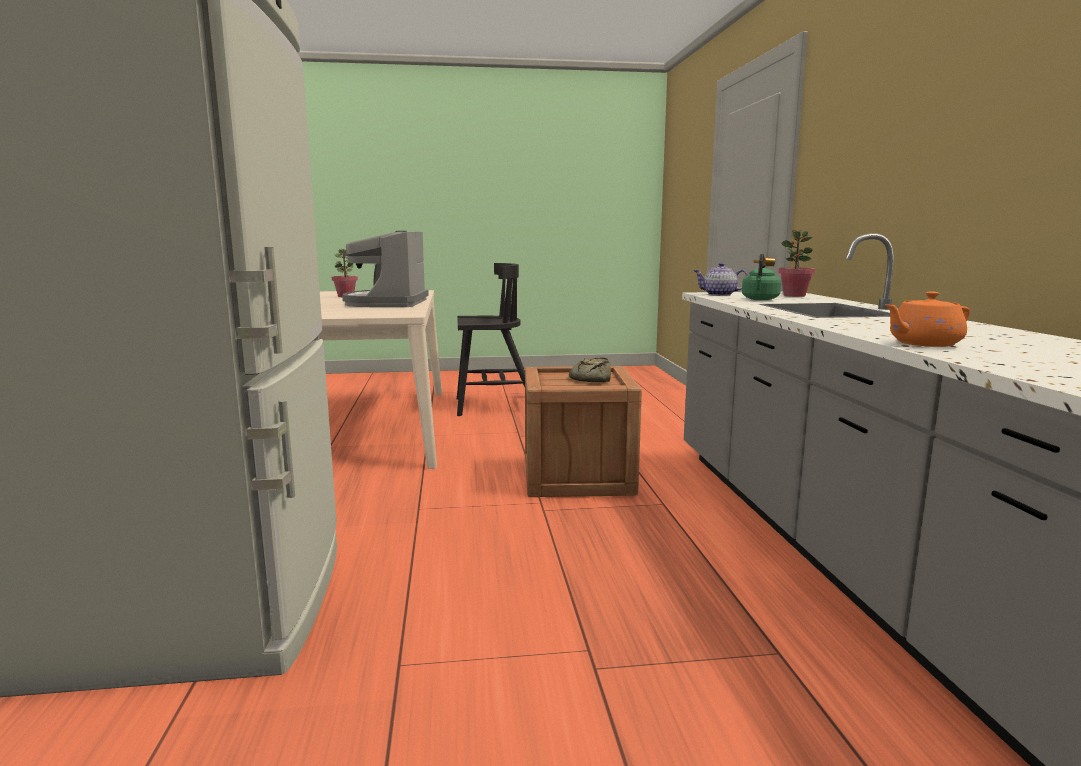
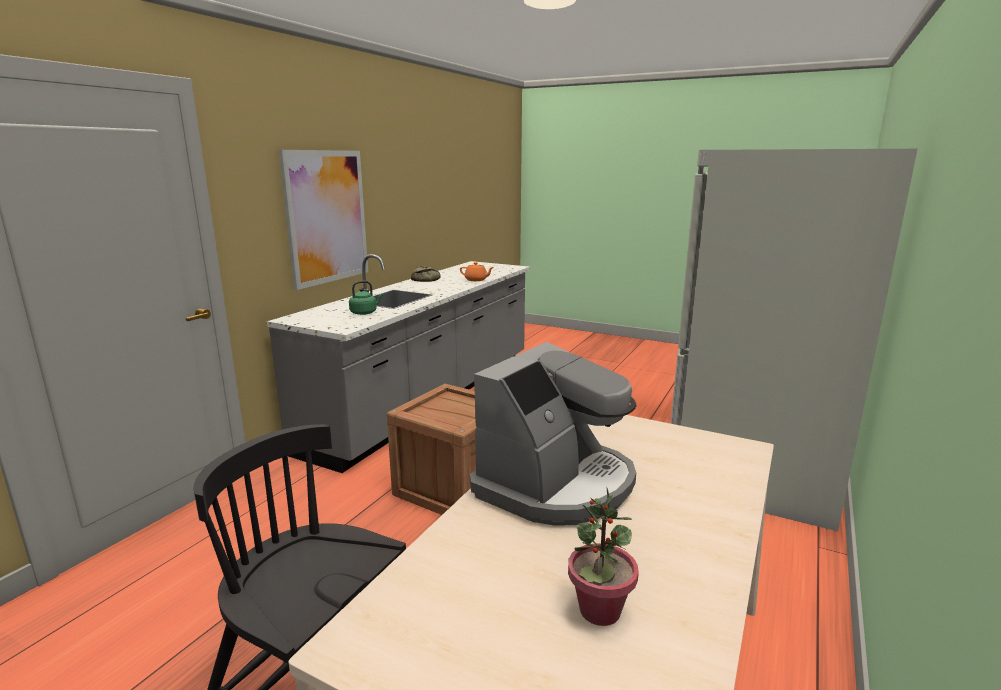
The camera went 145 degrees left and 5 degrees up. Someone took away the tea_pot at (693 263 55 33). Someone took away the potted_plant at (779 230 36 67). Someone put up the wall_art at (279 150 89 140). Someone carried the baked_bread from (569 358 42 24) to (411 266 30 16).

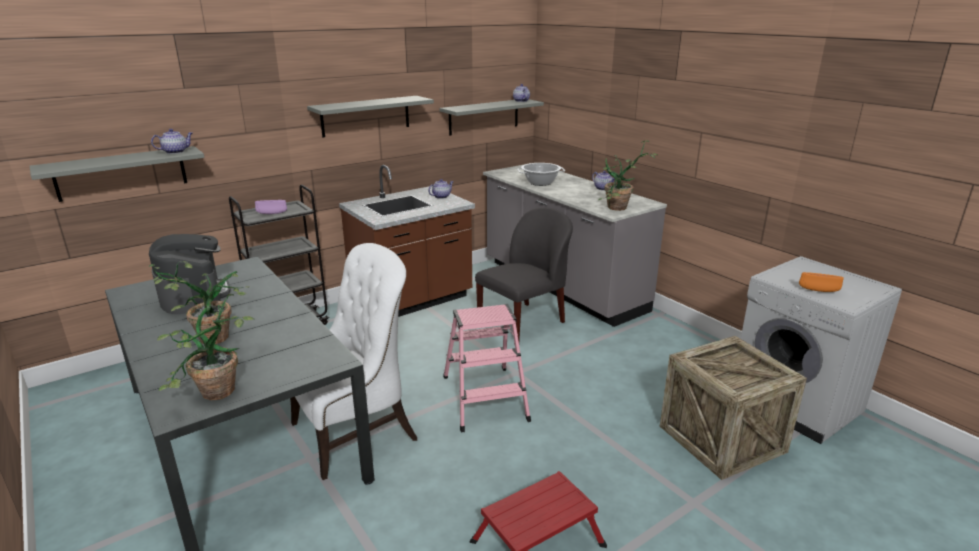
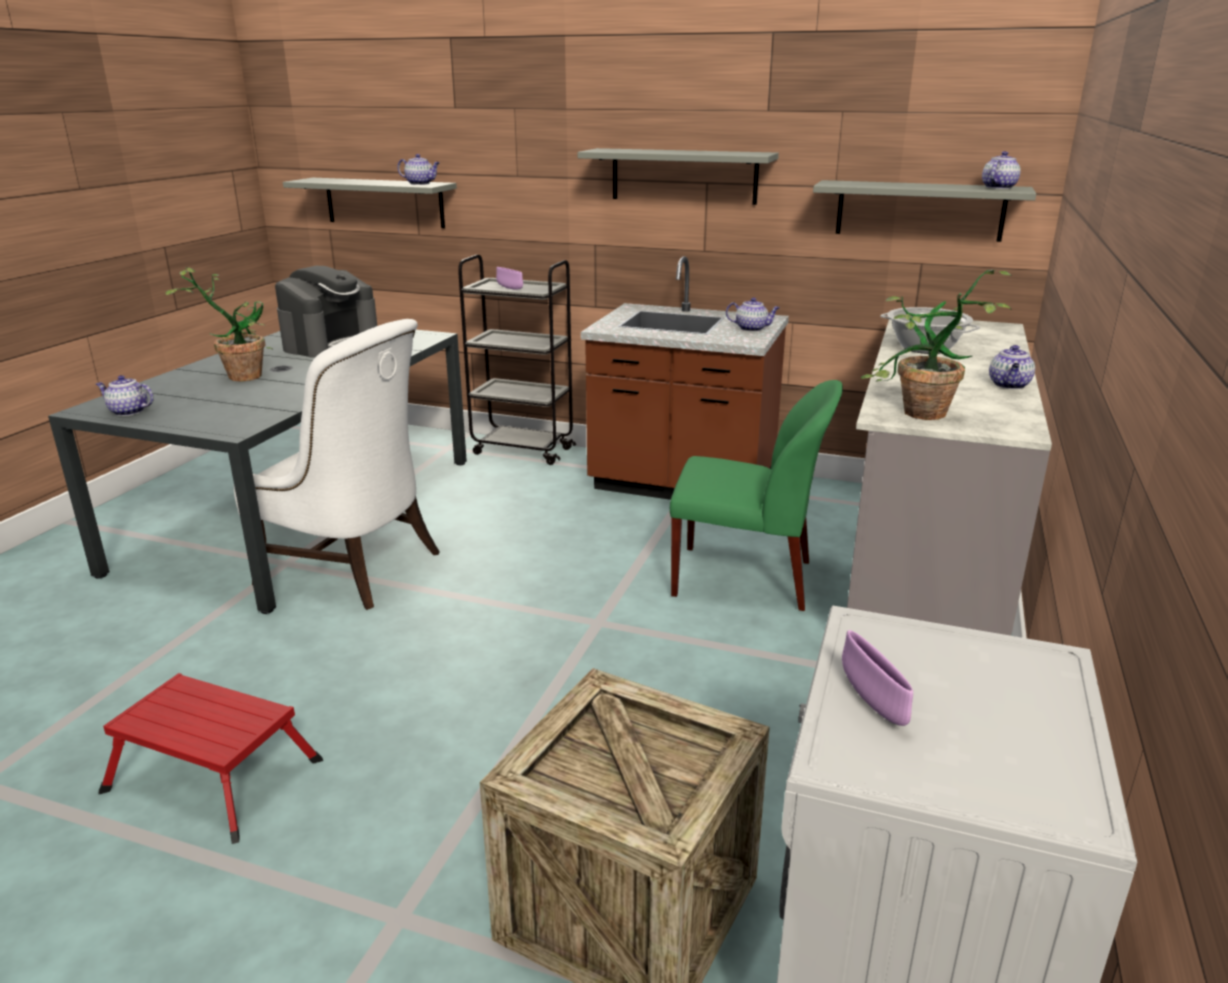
The camera went 55 degrees right and 0 degrees up. Someone took away the pink-coloured_step_ladder at (443 304 88 128). Someone swapped the potted_plant at (157 292 98 108) for the tea_pot at (96 375 58 41). Someone repainted the grey_upright_chair at (475 207 98 137), which became the green_upright_chair at (670 380 173 231). Someone repainted the orangey_bowl at (799 272 45 20), which became the purple_bowl at (842 630 71 96).

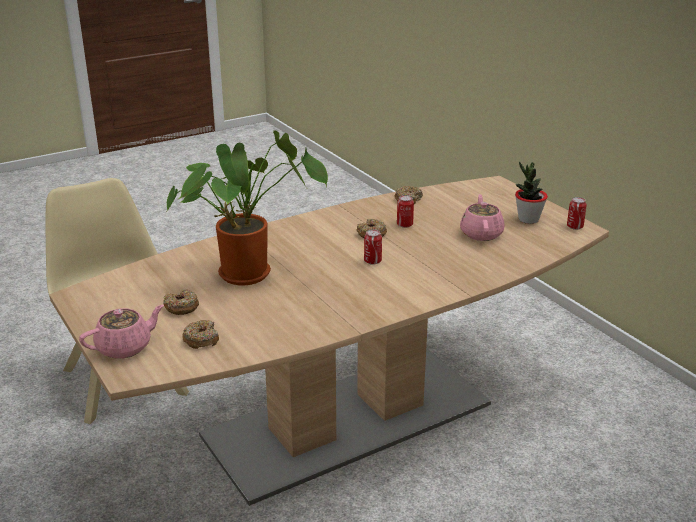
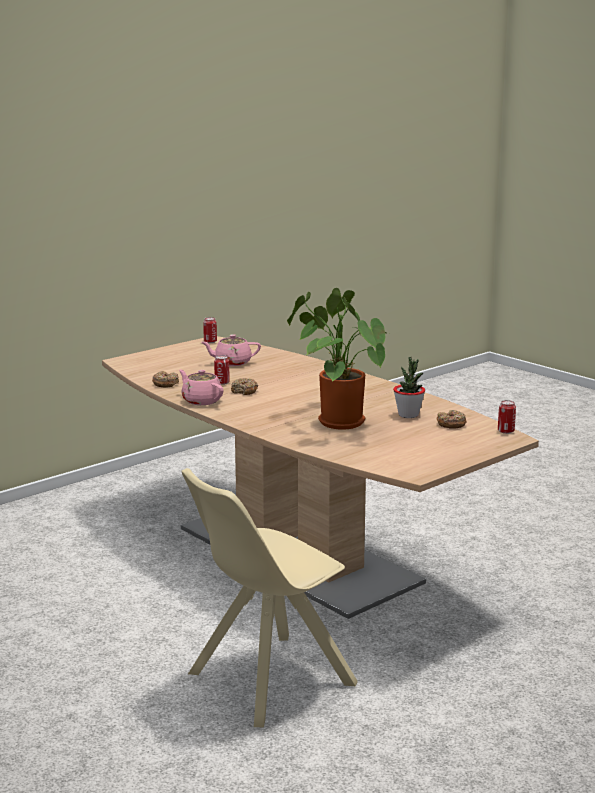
The camera went 100 degrees left and 10 degrees down. Someone took away the ring_doughnut at (163 289 36 26). Someone carried the pink-coloured_tea_pot from (79 305 85 54) to (179 369 45 36). Someone carried the metal_can from (364 229 18 36) to (498 400 18 34). Someone carried the potted_plant from (515 162 33 62) to (393 357 32 61).

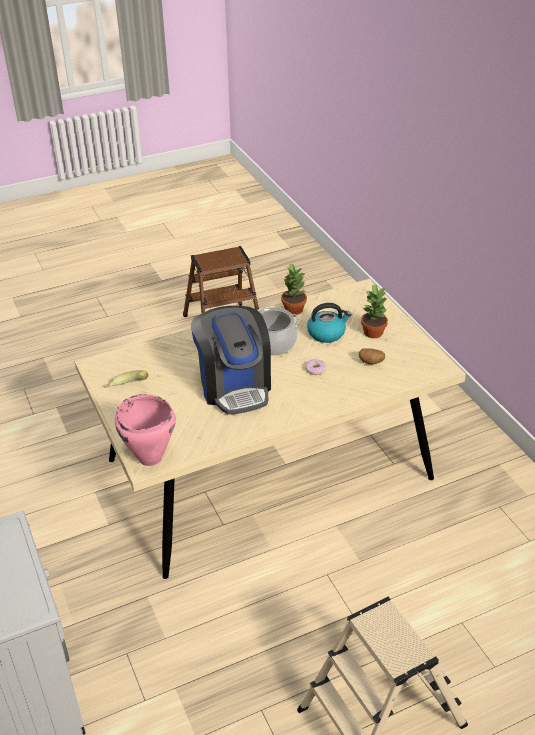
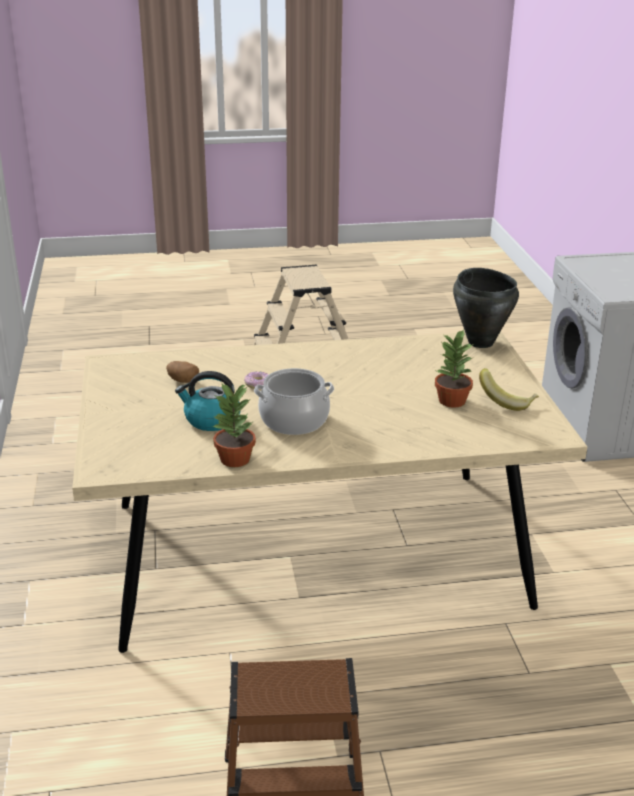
The camera went 165 degrees left and 10 degrees down. Someone took away the coffee_machine at (191 306 80 109). Someone carried the potted_plant from (361 283 27 55) to (435 329 38 79). Someone repainted the pink-coloured_cooking_pot at (115 394 61 72), which became the black_cooking_pot at (453 268 66 80).

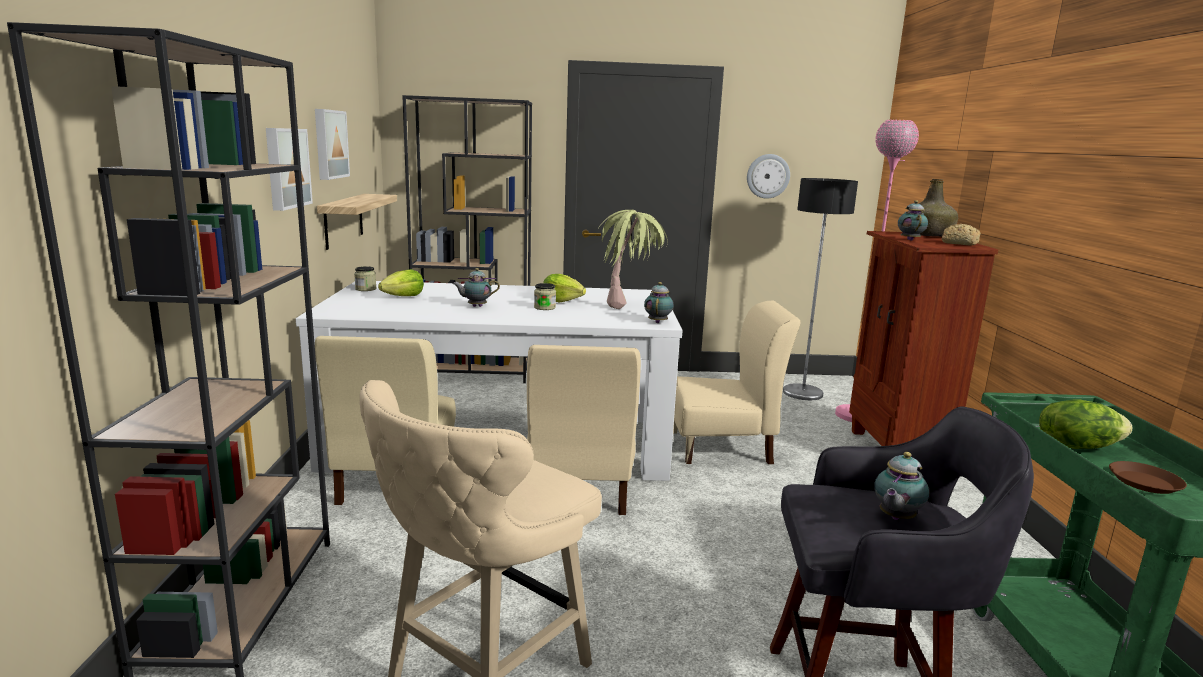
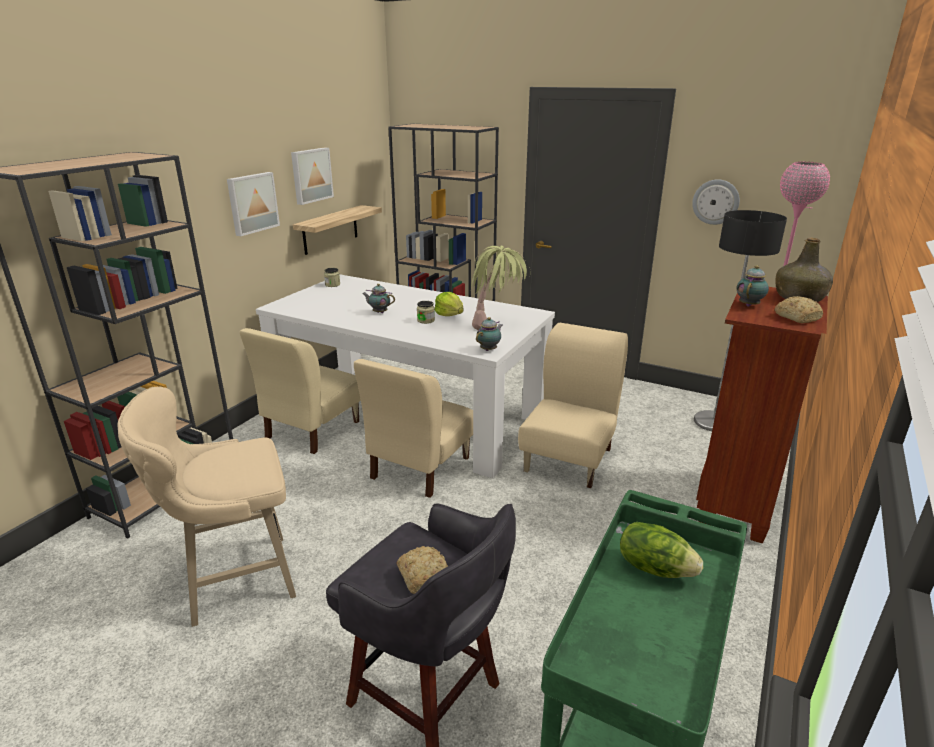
The camera went 30 degrees right and 10 degrees up. Someone took away the lettuce at (378 269 46 27). Someone took away the brown-coloured_plate at (1109 461 78 33). Someone swapped the tea_pot at (874 452 55 68) for the baked_bread at (397 546 51 48). Someone rotated the sand-coloured_upright_chair at (673 301 128 163) by 90 degrees counterclockwise.

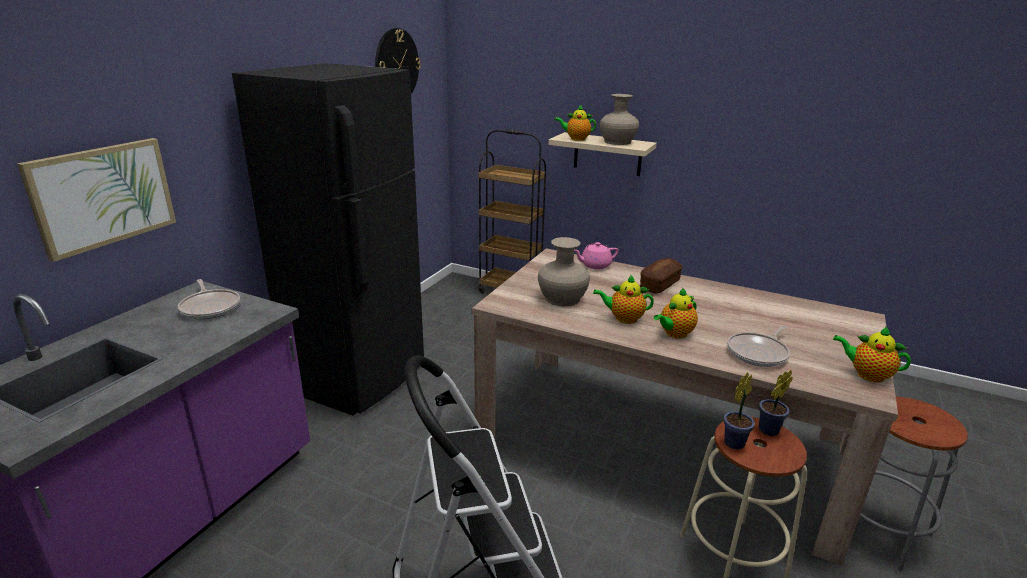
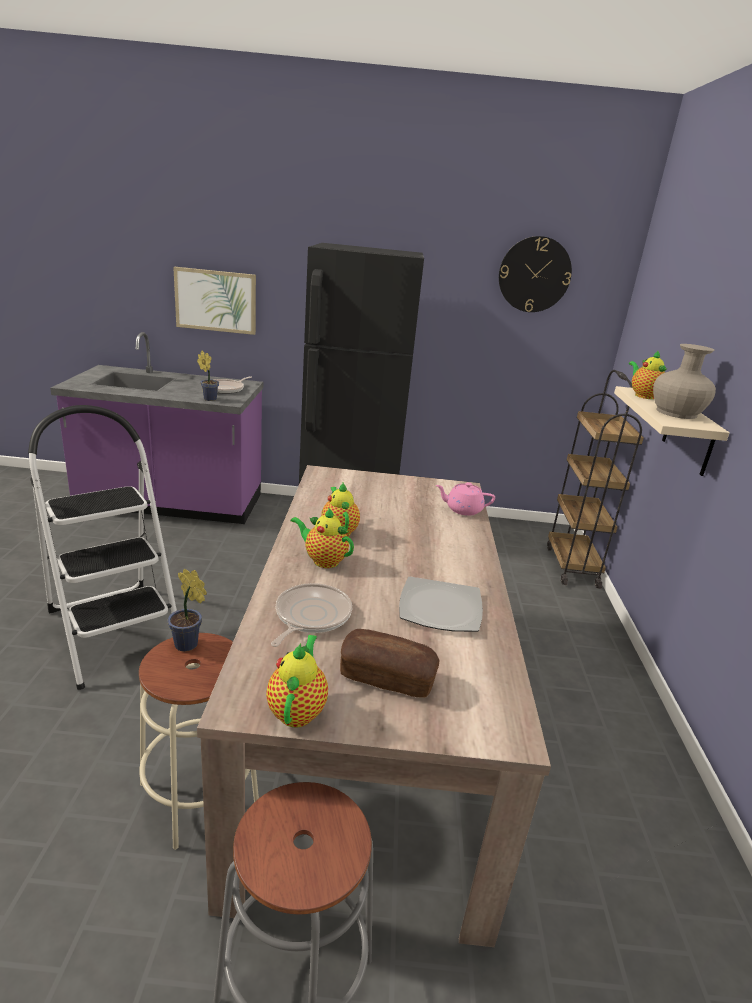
The camera went 65 degrees right and 0 degrees up. Someone took away the sand-coloured_vase at (538 237 52 69). Someone put down the plate at (399 577 84 55). Someone carried the baked_bread from (640 258 42 36) to (340 629 99 69). Someone carried the potted_plant from (759 370 34 66) to (197 350 22 51). Someone rotated the pink-coloured_tea_pot at (574 242 45 27) by 45 degrees counterclockwise. Someone rotated the frying_pan at (727 325 63 42) by 90 degrees clockwise.

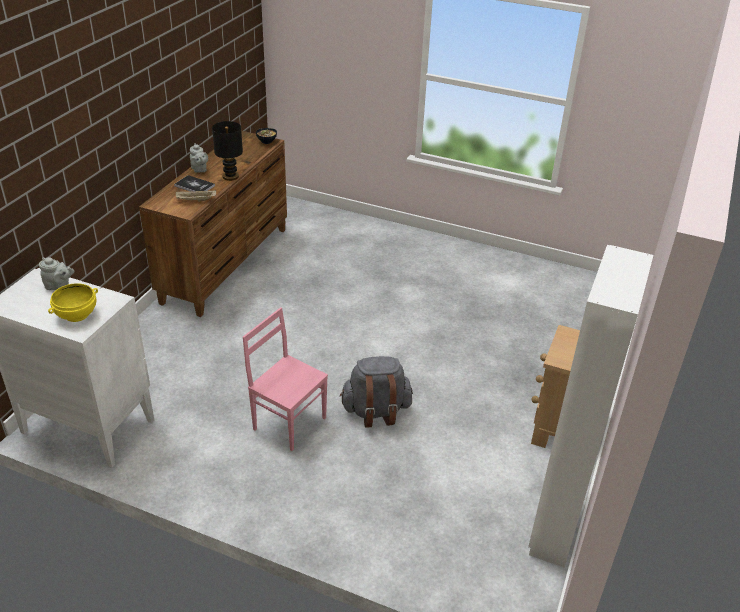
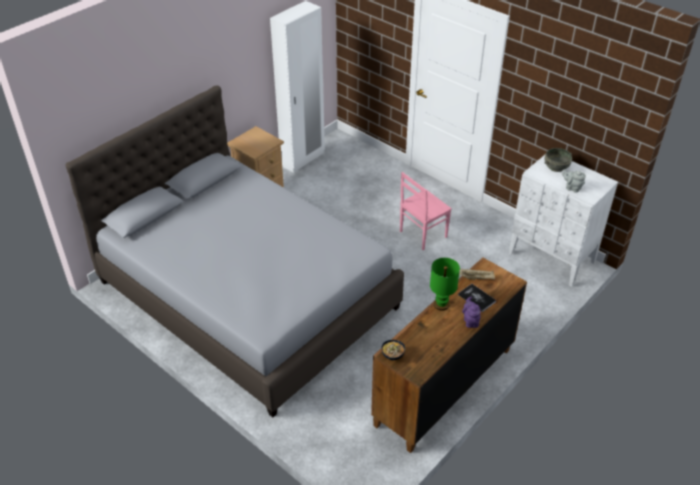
The camera went 160 degrees left and 5 degrees up. Someone took away the grey_backpack at (340 356 73 72). Someone put down the grey_bedroom_bed at (65 85 339 332). Someone repainted the yellow_bowl at (48 283 50 39), which became the grey_bowl at (544 148 28 24). Someone repainted the grey_tea_pot at (190 144 18 29), which became the purple_tea_pot at (462 296 19 32). Someone repainted the black_tabletop_lamp at (212 121 31 60), which became the green_tabletop_lamp at (430 258 30 53). Someone rotated the pink-coloured_upright_chair at (243 307 85 144) by 90 degrees clockwise.

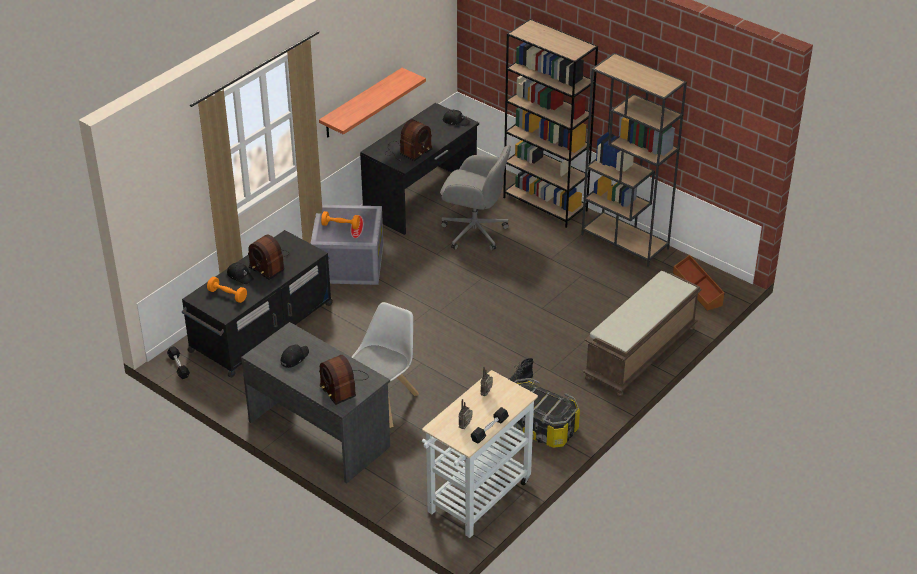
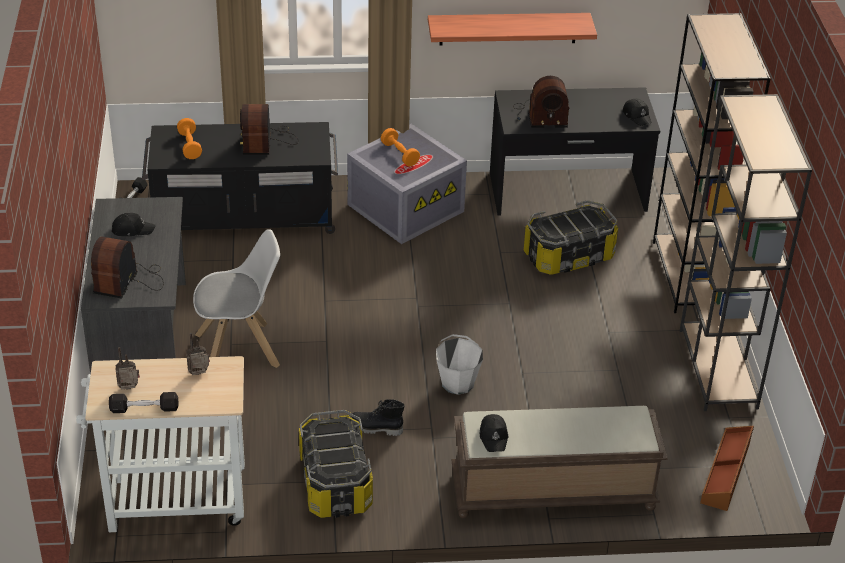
The camera went 45 degrees right and 0 degrees up. Someone put down the white-coloured_pail at (436 334 47 61). Someone carried the black_baseball_cap from (227 262 27 22) to (480 414 28 38). Someone swapped the grey_office_chair at (440 145 71 105) for the storage_bin at (524 200 94 75).

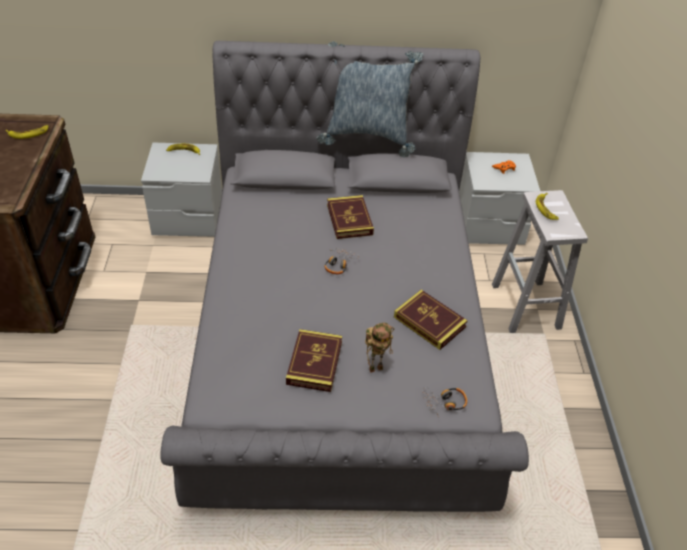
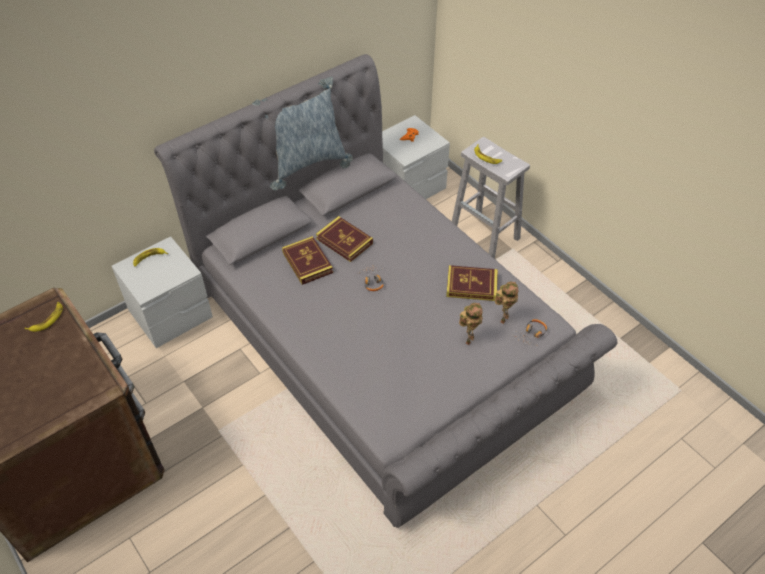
The camera went 35 degrees left and 5 degrees up. Someone put down the model_robot at (495 282 23 42). Someone carried the volume from (286 329 56 63) to (282 236 51 49).

